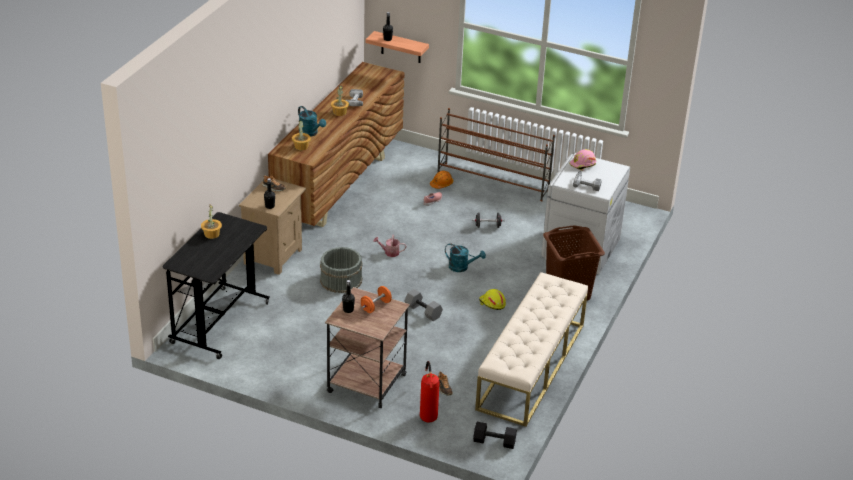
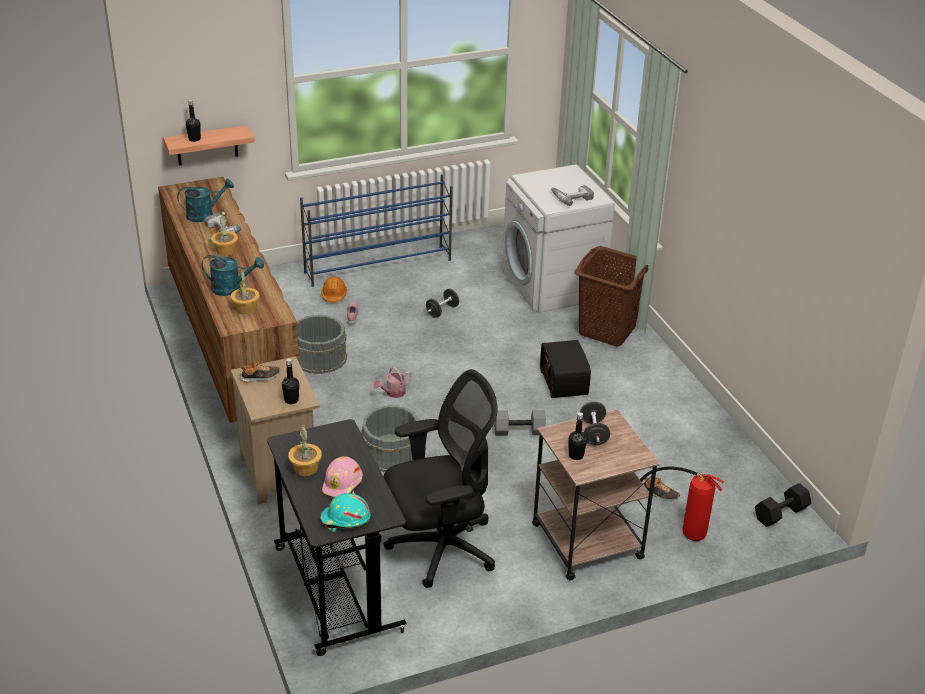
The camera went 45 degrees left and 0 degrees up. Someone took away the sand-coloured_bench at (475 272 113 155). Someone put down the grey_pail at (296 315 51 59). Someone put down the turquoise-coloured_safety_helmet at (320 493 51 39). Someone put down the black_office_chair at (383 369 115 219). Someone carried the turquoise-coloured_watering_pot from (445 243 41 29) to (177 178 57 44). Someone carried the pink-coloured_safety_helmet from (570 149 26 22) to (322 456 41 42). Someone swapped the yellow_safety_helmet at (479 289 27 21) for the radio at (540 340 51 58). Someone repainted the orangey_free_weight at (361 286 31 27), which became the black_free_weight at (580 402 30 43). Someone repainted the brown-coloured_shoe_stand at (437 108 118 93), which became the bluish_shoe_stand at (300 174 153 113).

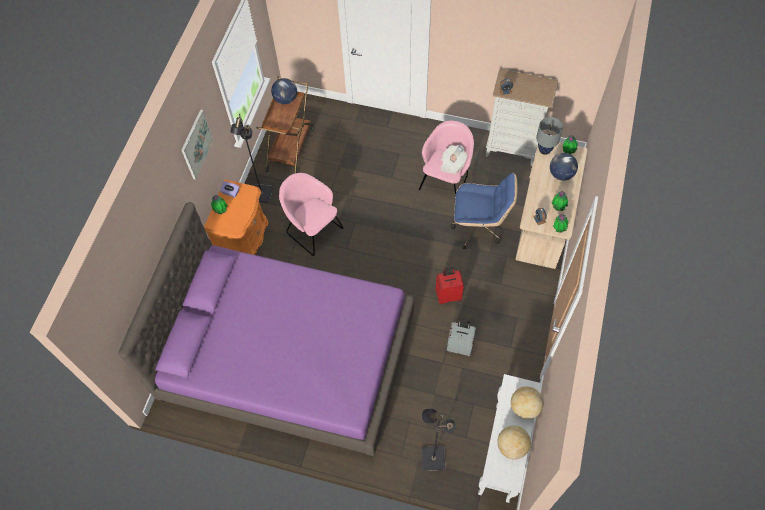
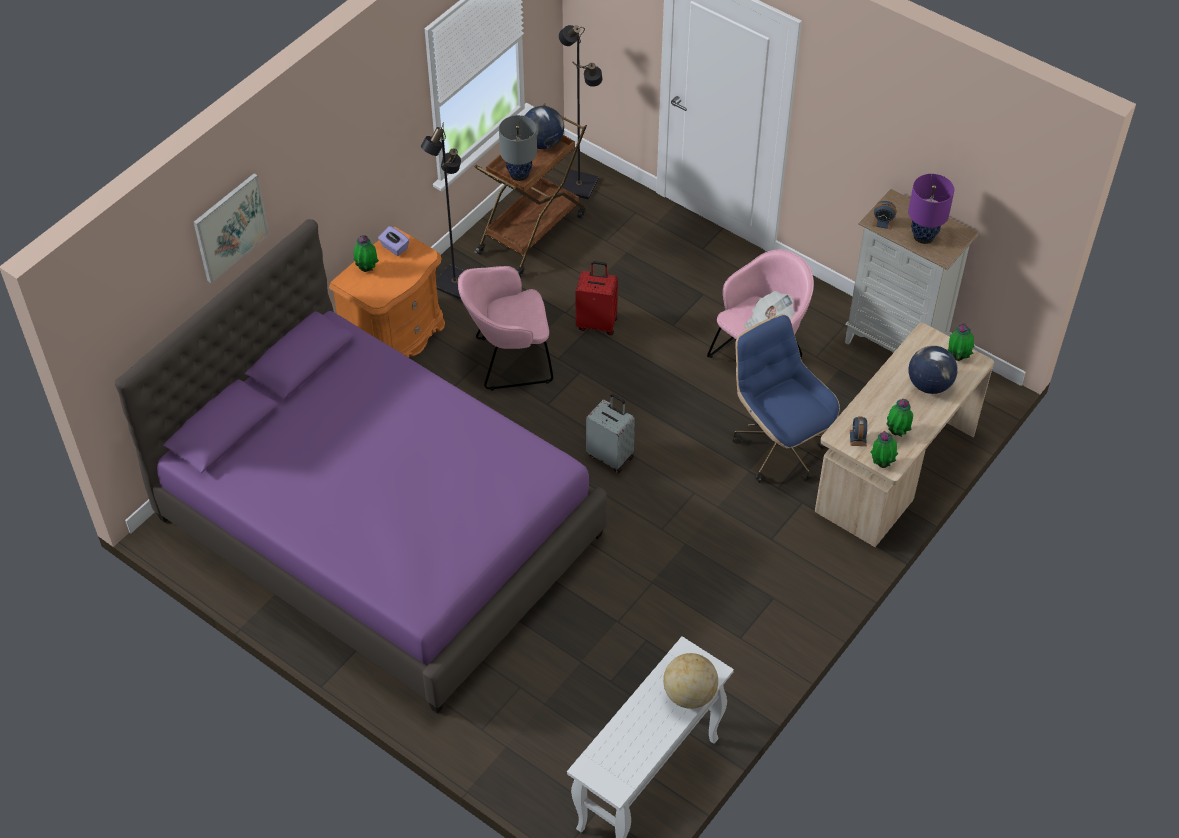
The camera went 20 degrees right and 10 degrees down. Someone took away the globe at (497 426 34 34). Someone put down the purple_tabletop_lamp at (908 174 46 70). Someone carried the wall_art from (181 109 33 71) to (193 173 76 110). Someone carried the black_floor_lamp from (421 409 35 62) to (558 25 44 174). Someone carried the red-coloured_travel_case from (436 267 28 37) to (575 261 43 74). Someone carried the grey_travel_case from (447 320 29 37) to (586 394 49 79). Someone carried the grey_tabletop_lamp from (536 117 27 38) to (499 115 38 66). Someone rotated the pink-coloured_lounge_chair at (279 173 65 83) by 75 degrees counterclockwise. Someone rotated the bluish_office_chair at (451 173 67 76) by 150 degrees counterclockwise.

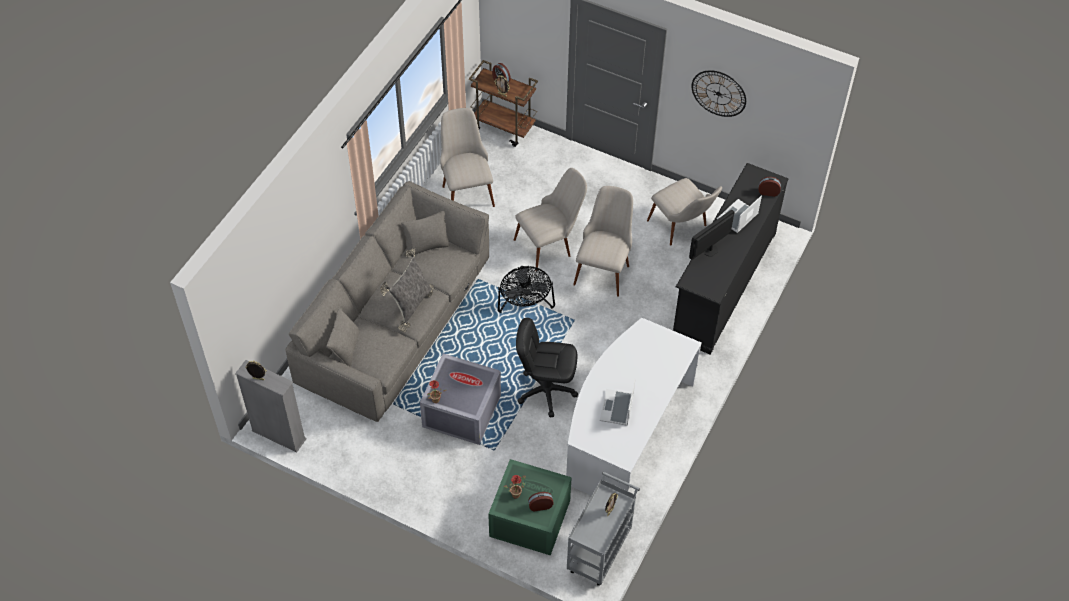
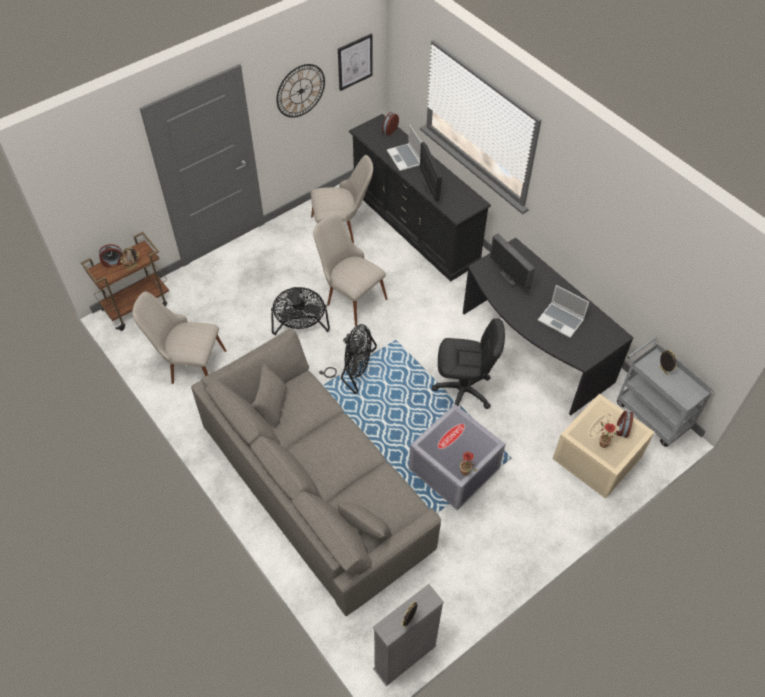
The camera went 65 degrees left and 0 degrees up. Someone took away the throw_pillow at (380 248 55 84). Someone put up the wall_art at (338 34 35 57). Someone put down the monitor at (490 234 45 58). Someone swapped the sand-coloured_upright_chair at (514 168 73 104) for the black_cooling_fan at (271 287 59 49). Someone repainted the green_storage_bin at (488 459 84 97), which became the sand-coloured_storage_bin at (553 394 101 105). Someone repainted the white-coloured_desk_unit at (566 318 136 178), which became the black_desk_unit at (463 237 171 178). Someone rotated the black_office_chair at (516 318 62 99) by 120 degrees counterclockwise.

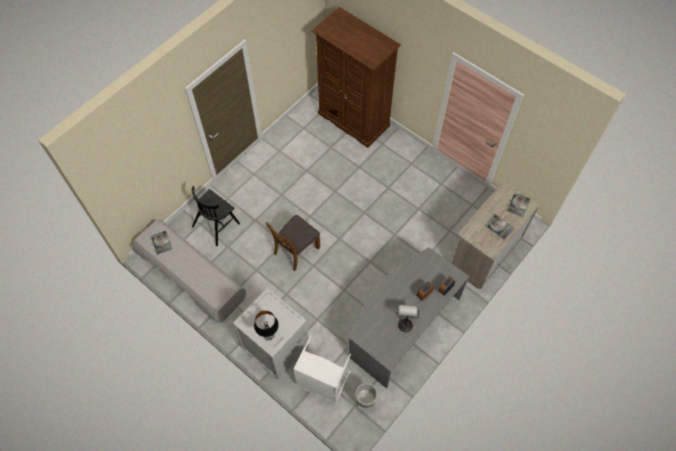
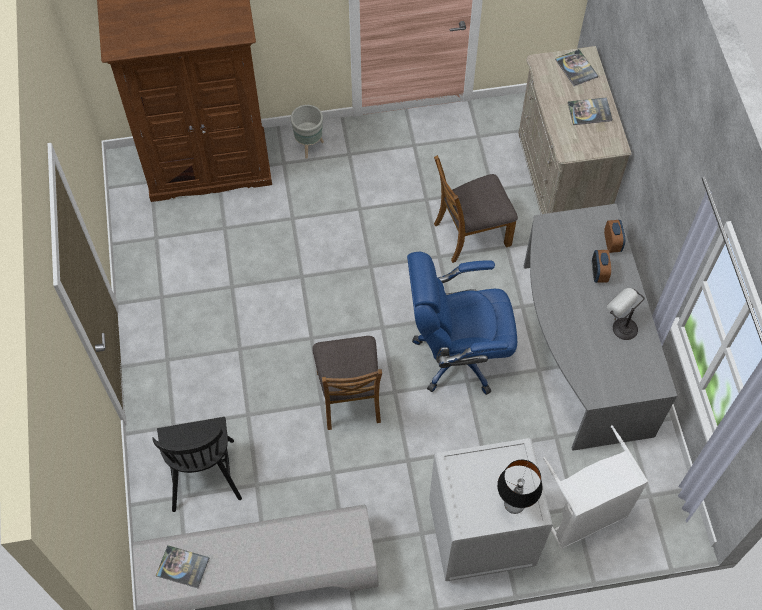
The camera went 50 degrees left and 0 degrees up. Someone put down the bluish_office_chair at (407 252 110 143). Someone put down the brown-coloured_upright_chair at (434 155 84 108). Someone carried the grey_plant_pot from (356 383 21 25) to (291 105 33 54).

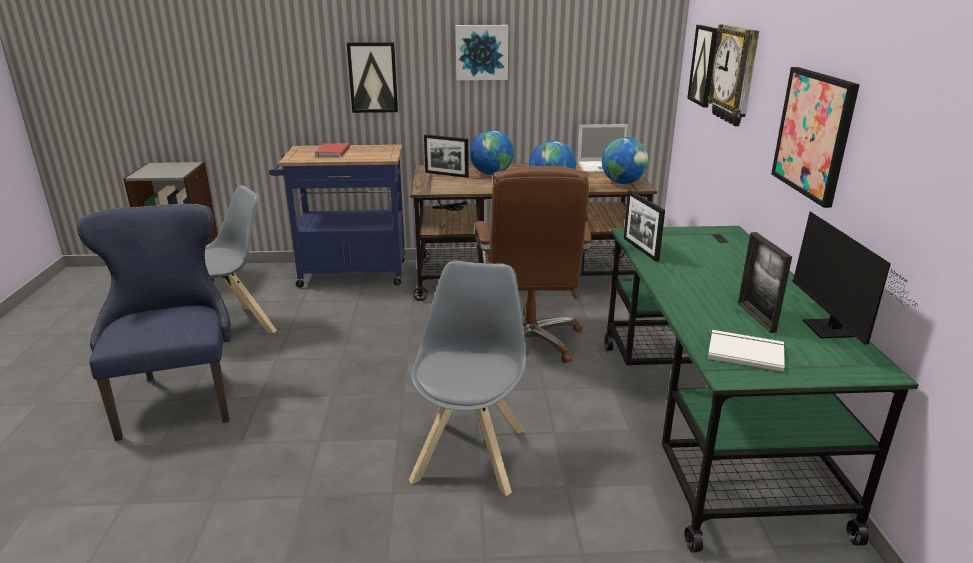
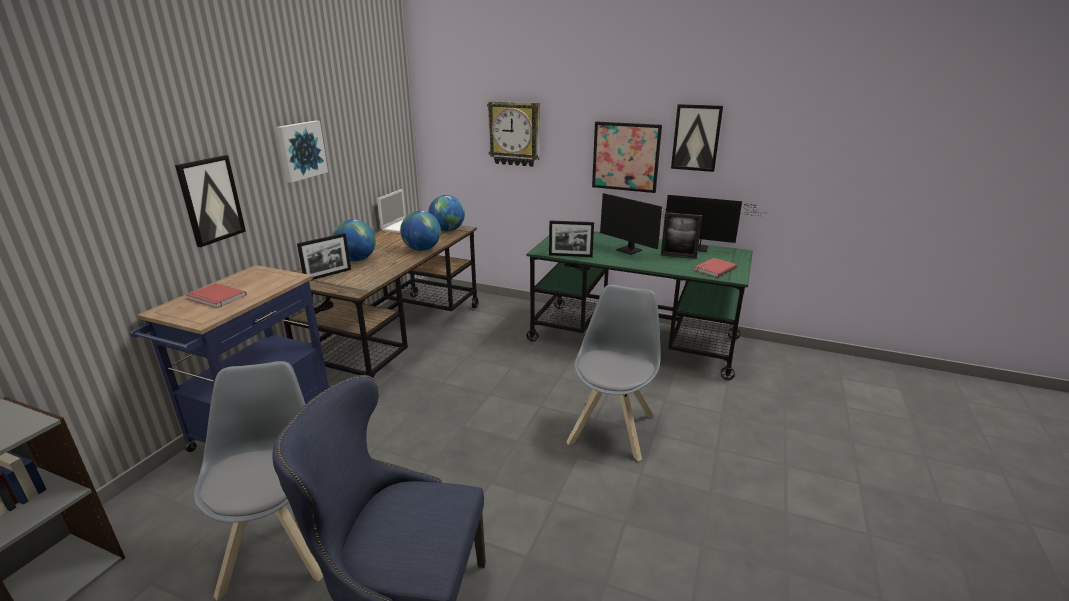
The camera went 65 degrees left and 0 degrees up. Someone took away the brown-coloured_office_chair at (474 166 118 197). Someone put down the monitor at (600 193 81 62). Someone carried the wall_art from (687 25 31 82) to (671 104 52 68). Someone repainted the white-coloured_volume at (708 330 77 42), which became the red-coloured_volume at (695 258 42 19). Someone rotated the grey_upright_chair at (409 261 117 235) by 75 degrees clockwise.

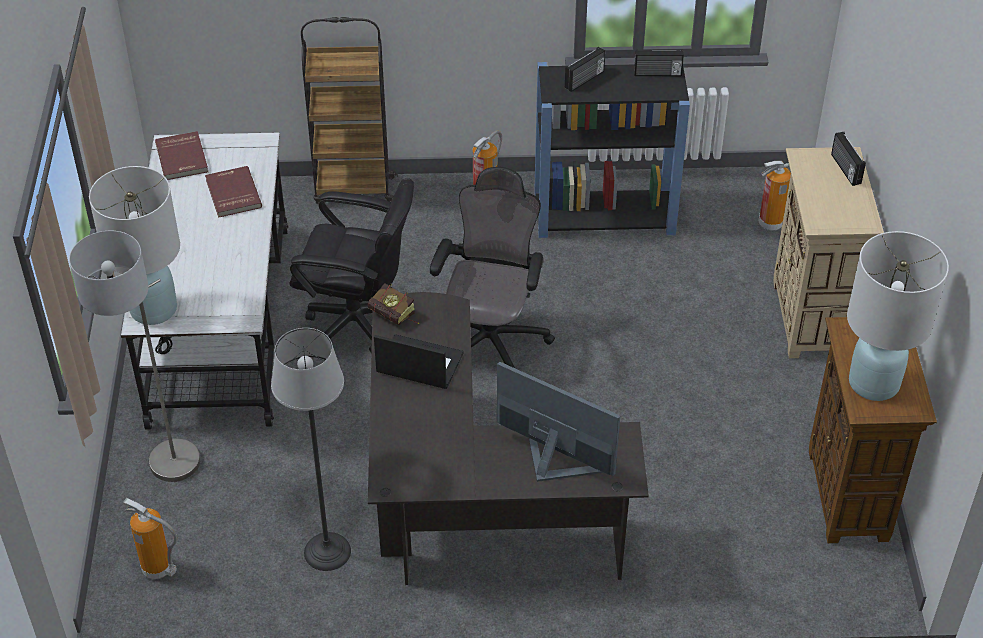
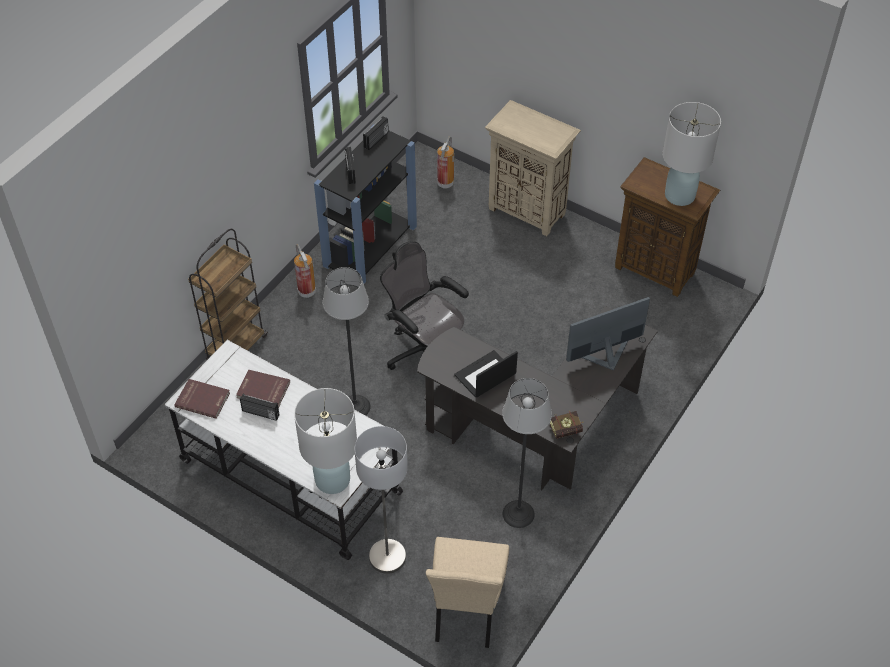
The camera went 55 degrees left and 5 degrees up. Someone carried the volume from (368 283 51 42) to (550 411 33 28). Someone carried the radio from (831 132 35 54) to (240 394 40 27). Someone swapped the extinguisher at (123 498 54 81) for the sand-coloured_upright_chair at (426 537 83 111). Someone swapped the black_office_chair at (289 178 125 175) for the floor_lamp at (323 267 48 149).

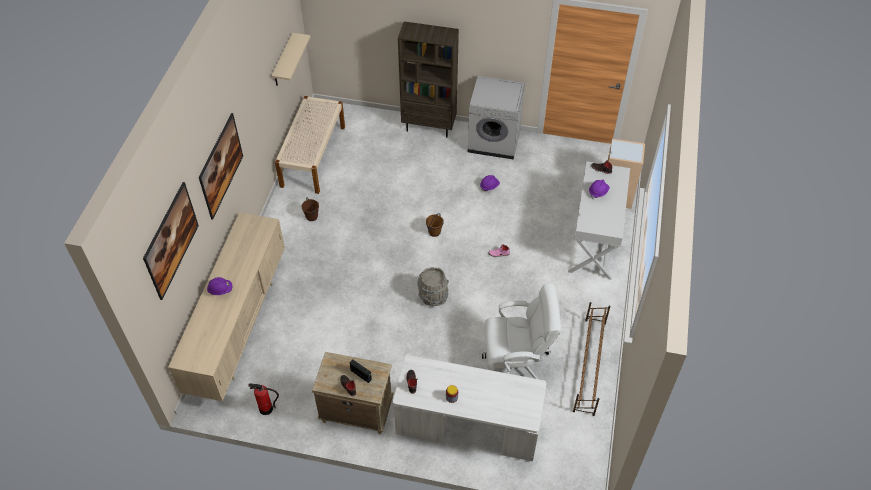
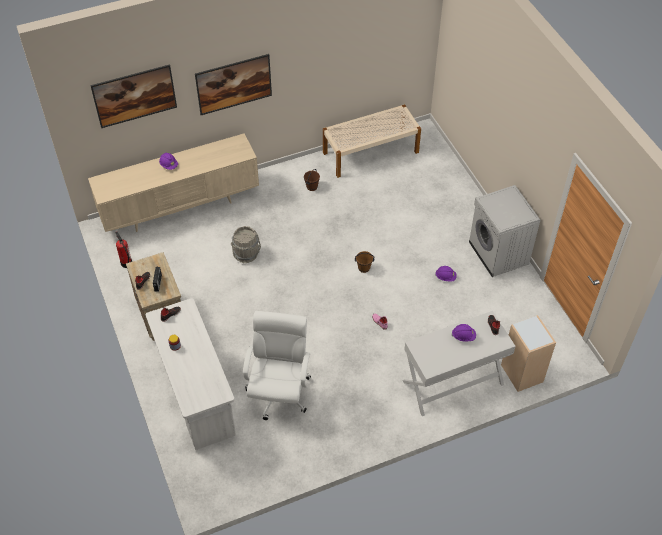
The camera went 55 degrees right and 0 degrees up. Someone took away the sand-coloured_shelf at (271 33 39 53). Someone took away the brown-coloured_bookshelf at (398 21 61 117). Someone took away the brown-coloured_shoe_stand at (573 302 38 114). Someone carried the grey_pail from (417 267 32 39) to (231 226 30 37). Someone rotated the white-coloured_office_chair at (482 283 79 96) by 135 degrees counterclockwise.

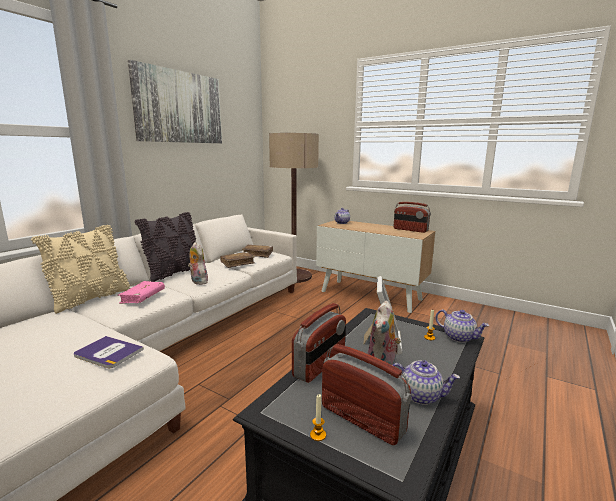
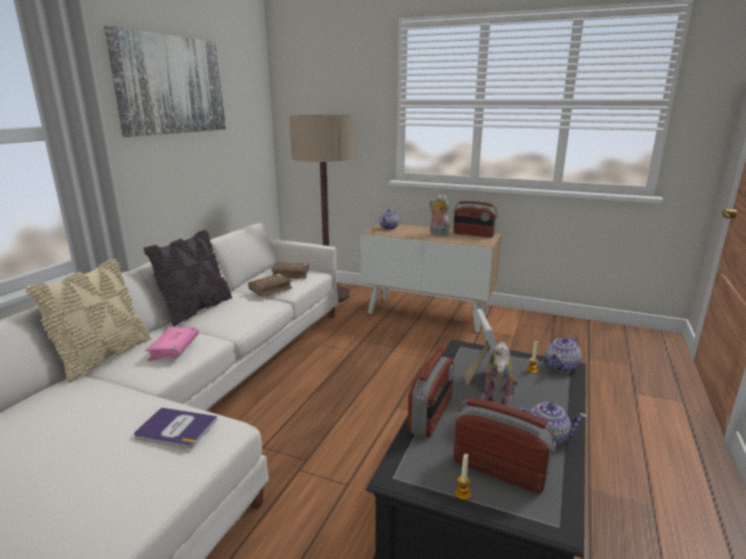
The camera went 10 degrees left and 5 degrees up. Someone carried the soft_toy from (188 242 20 43) to (429 194 21 42). Someone rotated the tea_pot at (436 309 53 34) by 105 degrees clockwise.

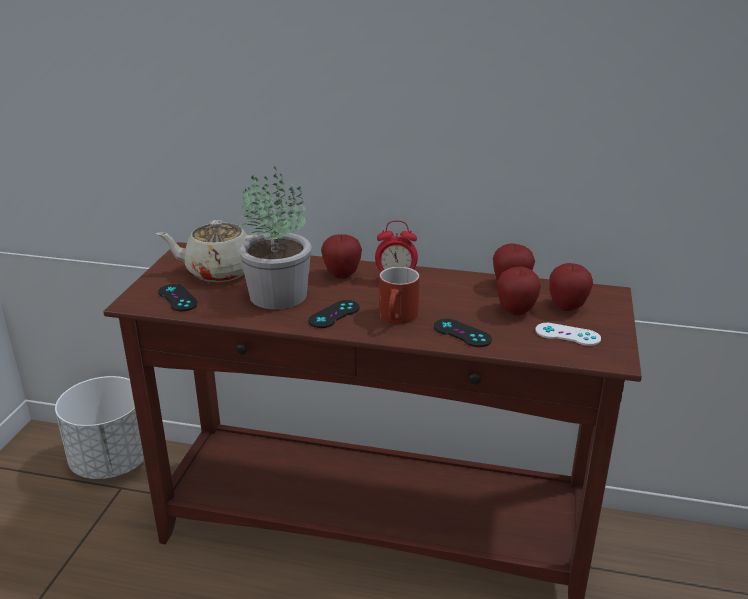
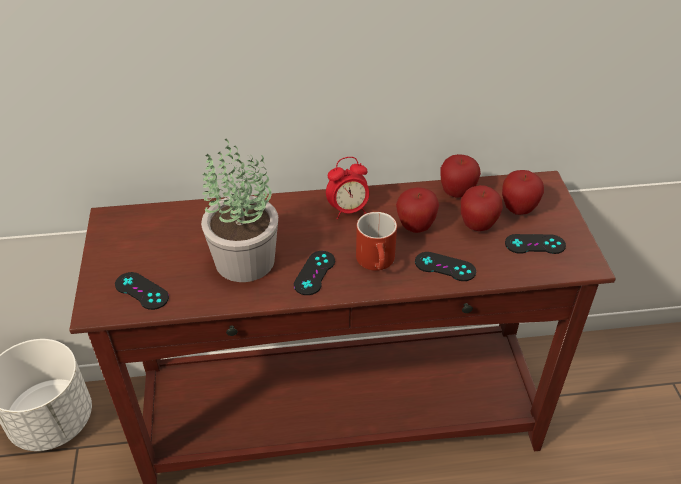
The camera went 20 degrees left and 15 degrees up. Someone took away the sand-coloured_tea_pot at (156 220 100 62). Someone carried the whole_apple from (321 234 41 45) to (396 187 43 46). Someone repainted the white-coloured_game_controller at (535 323 66 23), which became the black_game_controller at (505 234 61 20).

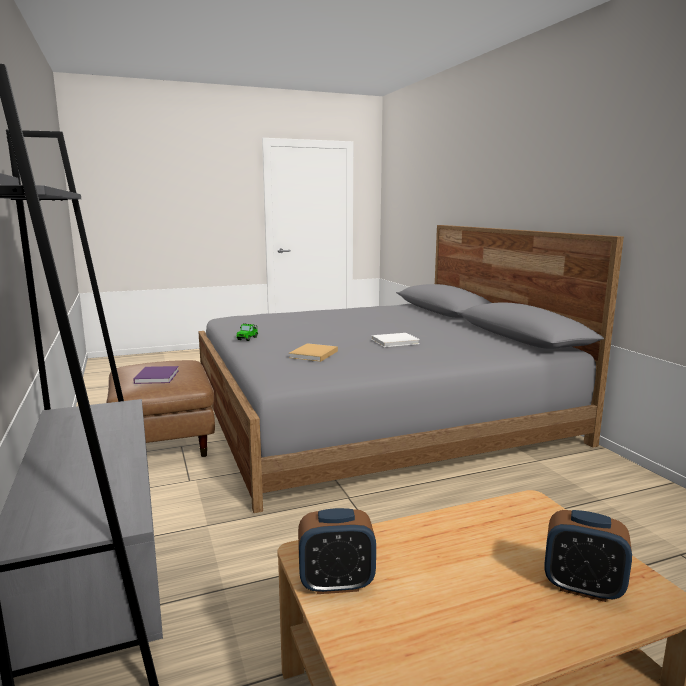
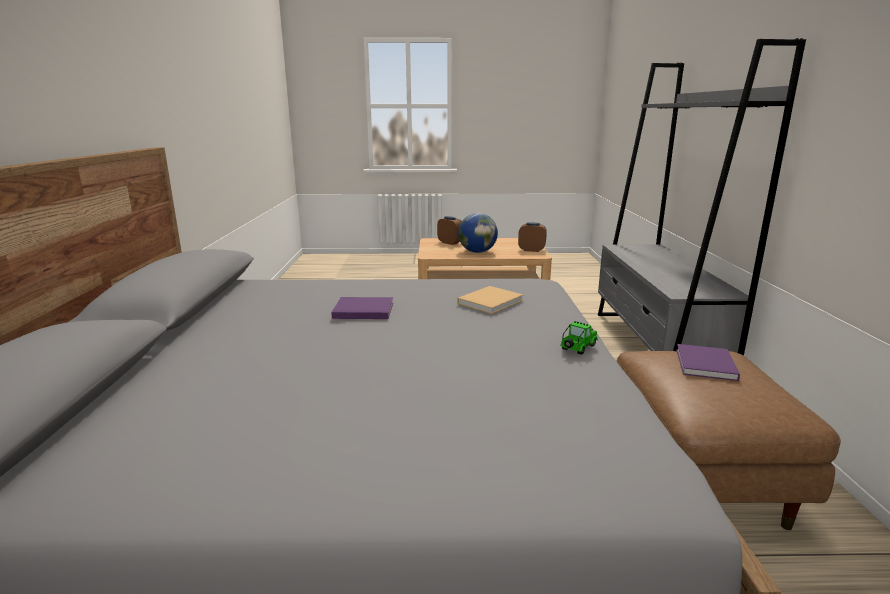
The camera went 160 degrees left and 5 degrees up. Someone put down the globe at (458 213 40 40). Someone repainted the white-coloured_volume at (372 333 48 14), which became the purple_volume at (331 297 62 22).

